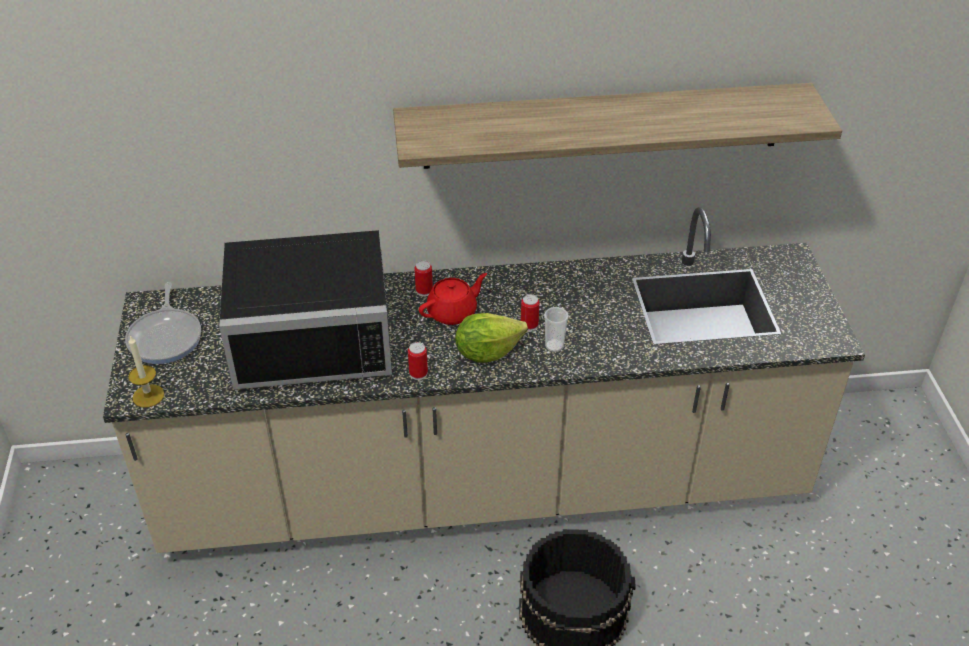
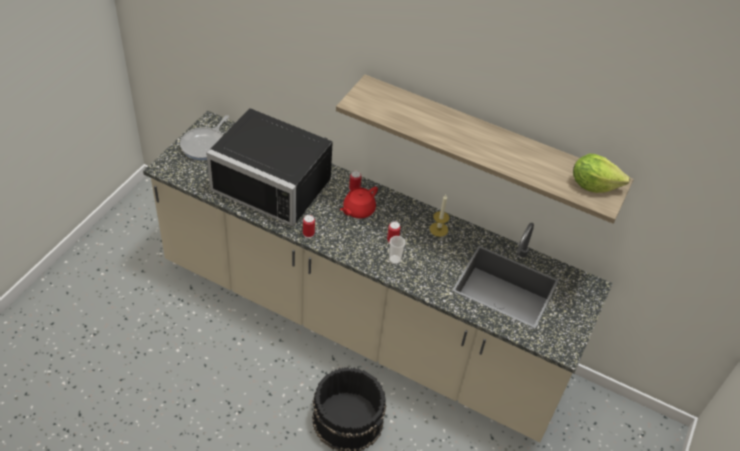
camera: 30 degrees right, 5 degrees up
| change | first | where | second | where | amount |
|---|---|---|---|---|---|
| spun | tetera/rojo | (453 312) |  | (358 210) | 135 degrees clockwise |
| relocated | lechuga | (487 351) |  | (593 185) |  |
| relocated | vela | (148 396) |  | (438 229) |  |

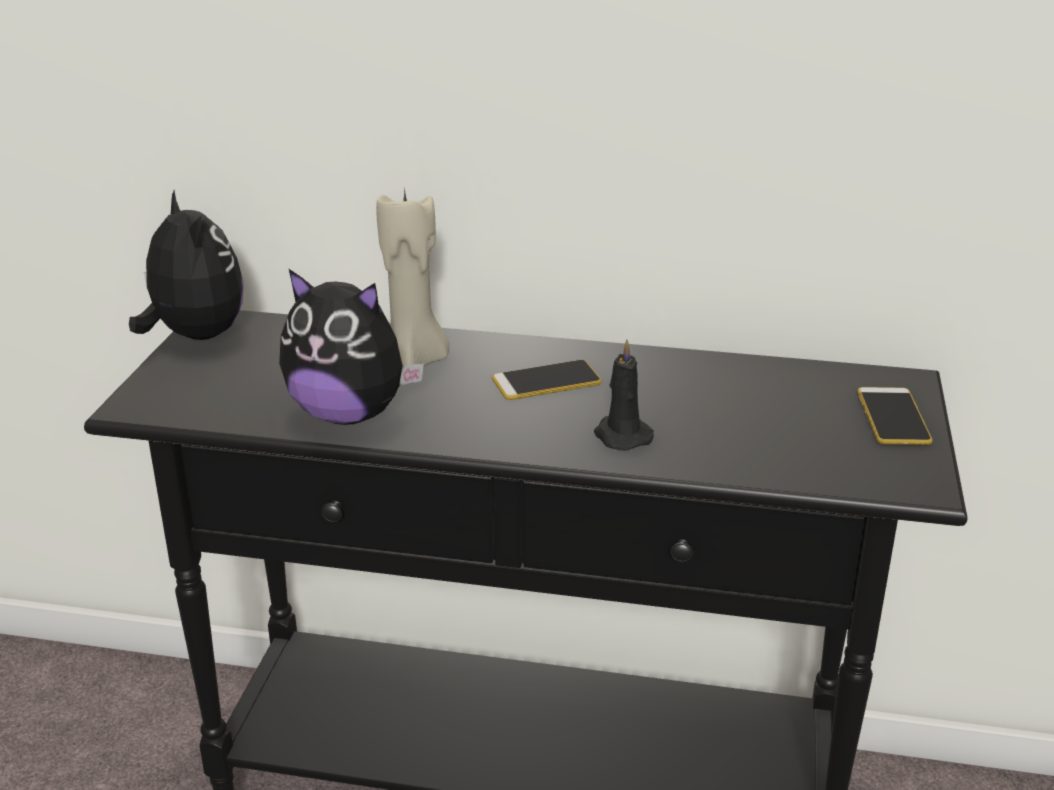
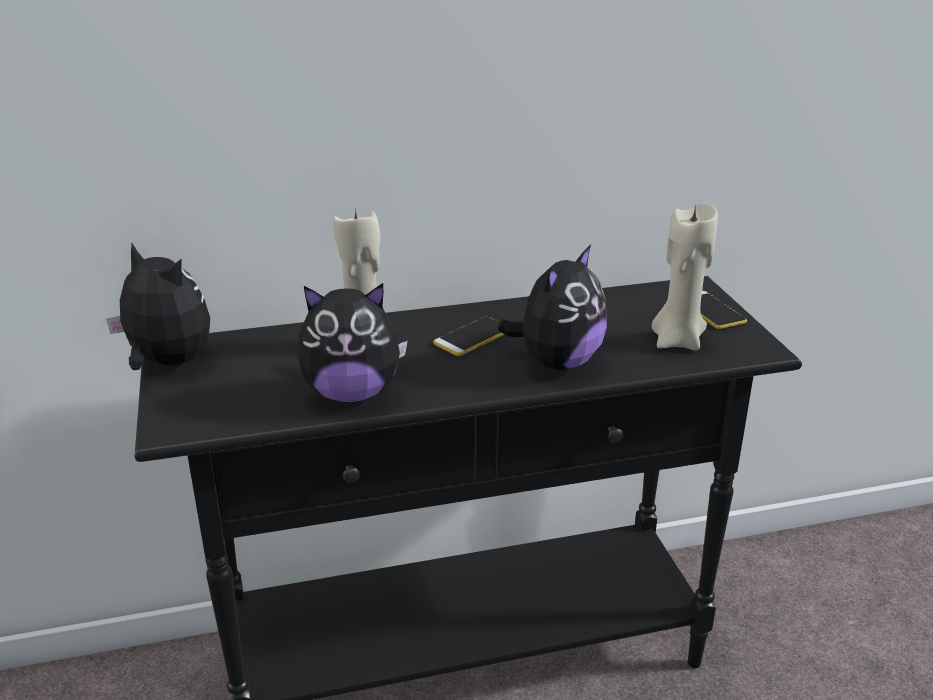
camera: 25 degrees left, 0 degrees up
| change | first | where | second | where | amount |
|---|---|---|---|---|---|
| exchanged | vela/negro | (621 435) | peluche | (557 362) |  |
| appeared |  |  | vela/beis | (677 341) |  |

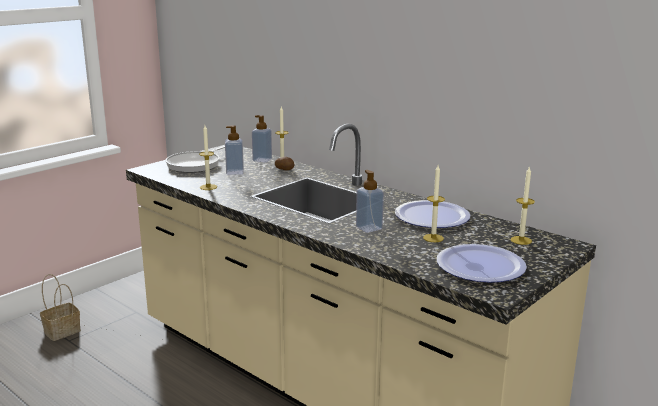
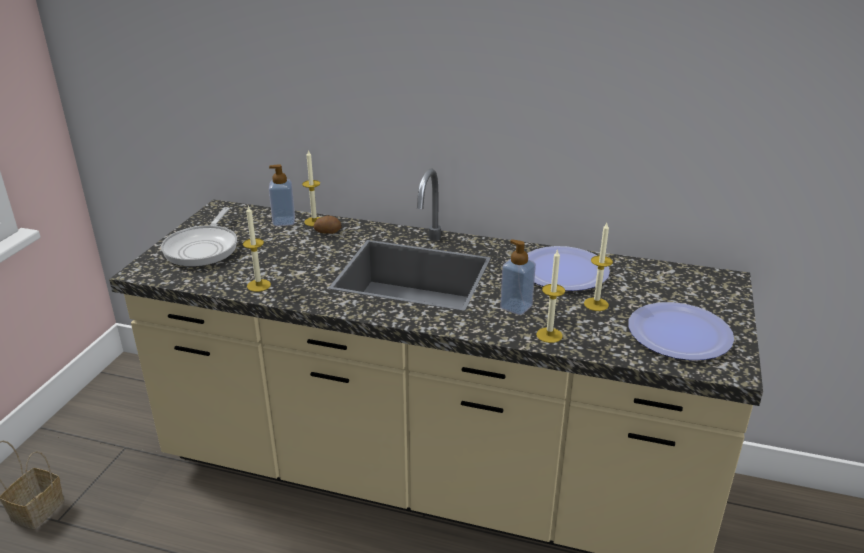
camera: 25 degrees left, 10 degrees up
| change | first | where | second | where | amount |
|---|---|---|---|---|---|
| missing | dispensador de jabón | (235 172) |  |  |  |
| relocated | vela | (521 240) |  | (549 335) |  |

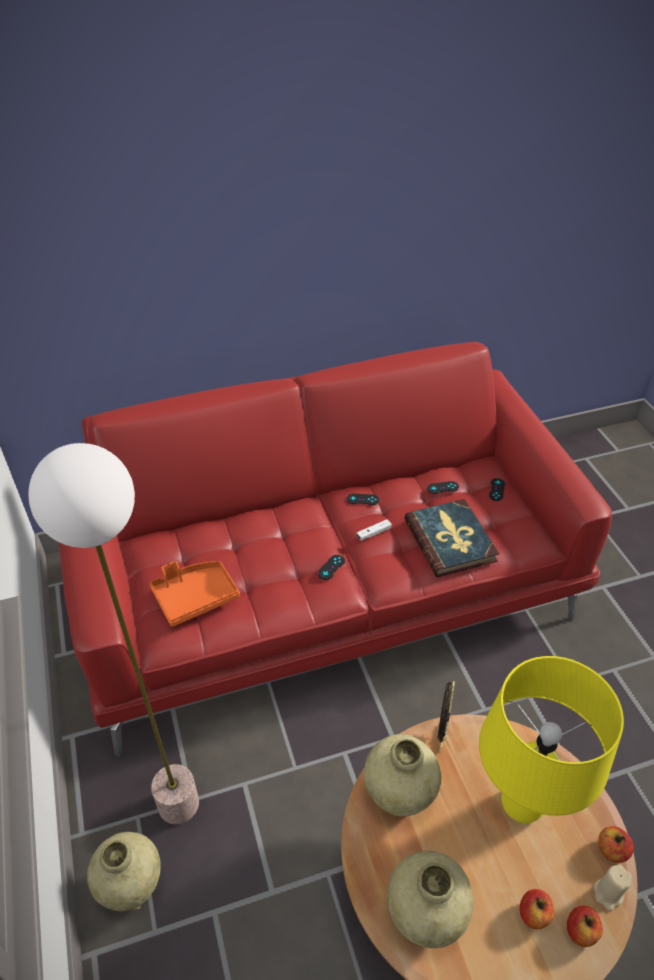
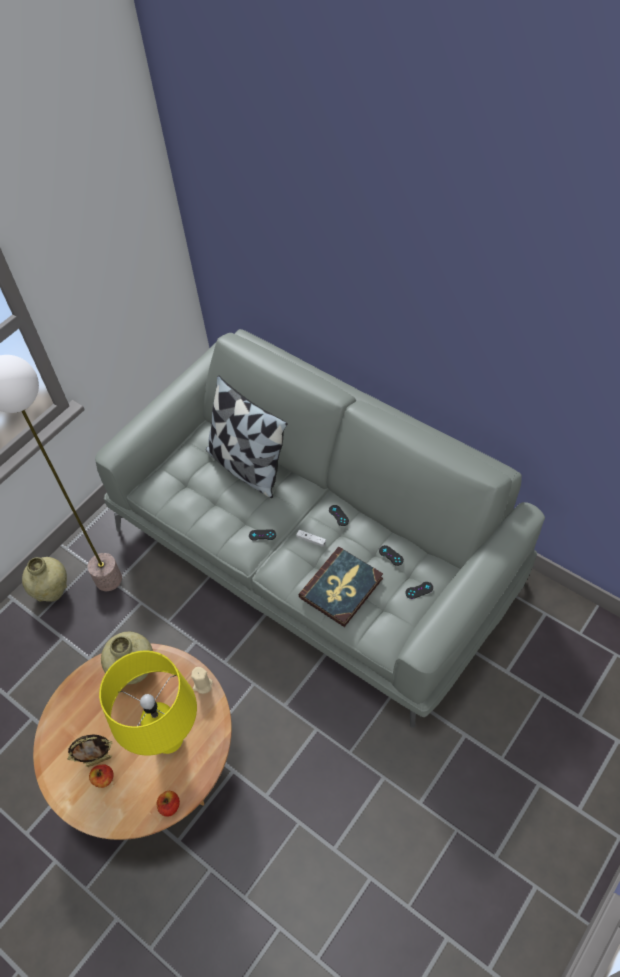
camera: 60 degrees right, 10 degrees up
| change | first | where | second | where | amount |
|---|---|---|---|---|---|
| colour | sofá/rojo | (326 584) | sofá/gris | (316 552) |  |
| missing | bandeja/naranja | (195 597) |  |  |  |
| relocated | portarretratos | (440 736) |  | (99 760) |  |
| missing | florero/beis | (425 916) |  |  |  |
| relocated | vela/beis | (608 893) |  | (202 685) |  |
| missing | manzana | (581 931) |  |  |  |
| appeared |  |  | cojín | (247 466) |  |

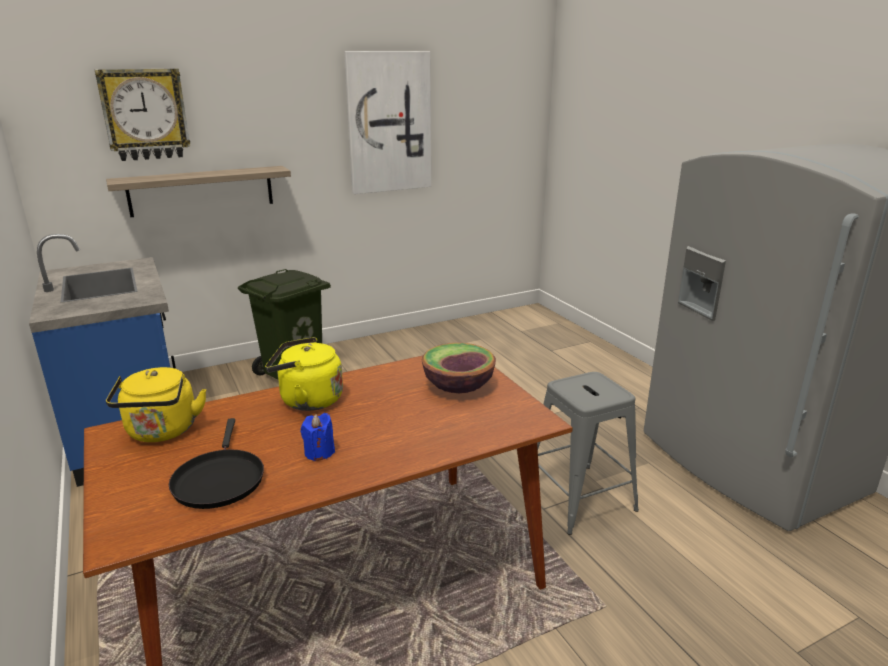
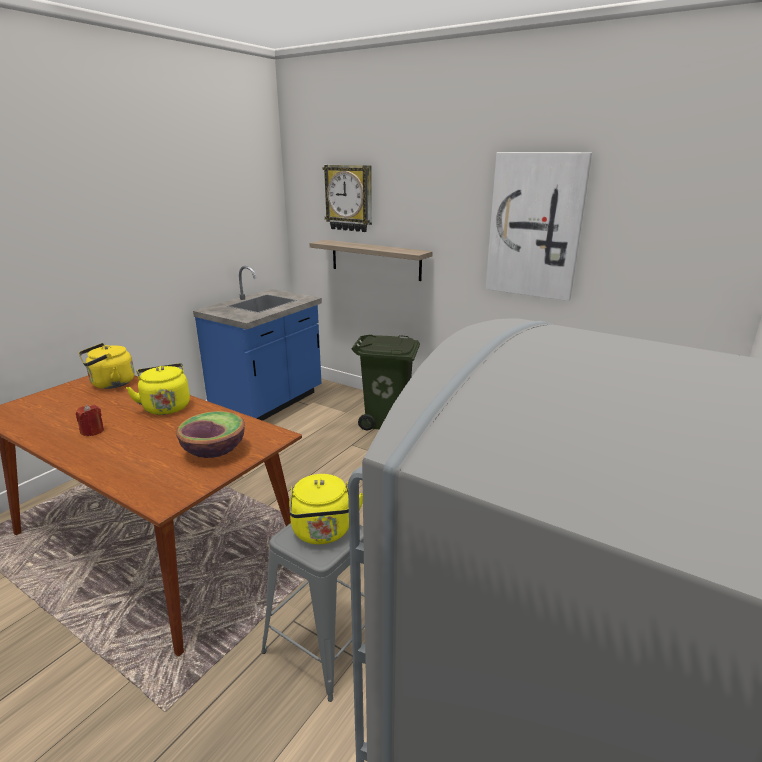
camera: 60 degrees right, 0 degrees up
| change | first | where | second | where | amount |
|---|---|---|---|---|---|
| colour | vela/azul | (319 452) | vela/rojo | (92 431) |  |
| missing | sartén/negro | (219 479) |  |  |  |
| appeared |  |  | hervidor/amarillo | (323 532) |  |

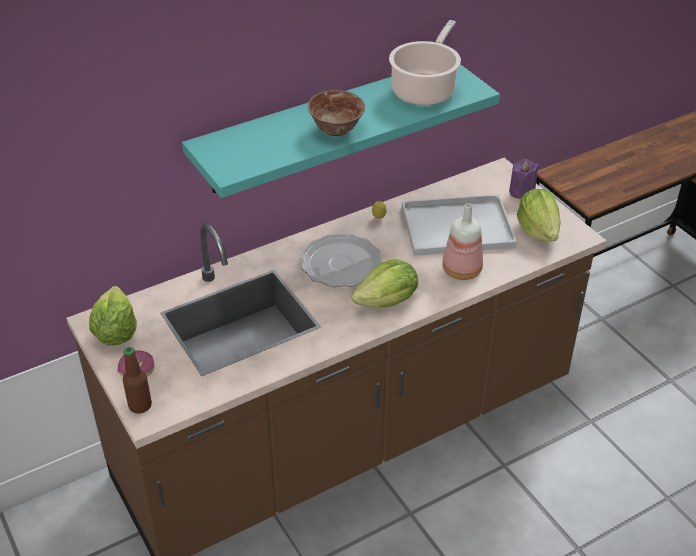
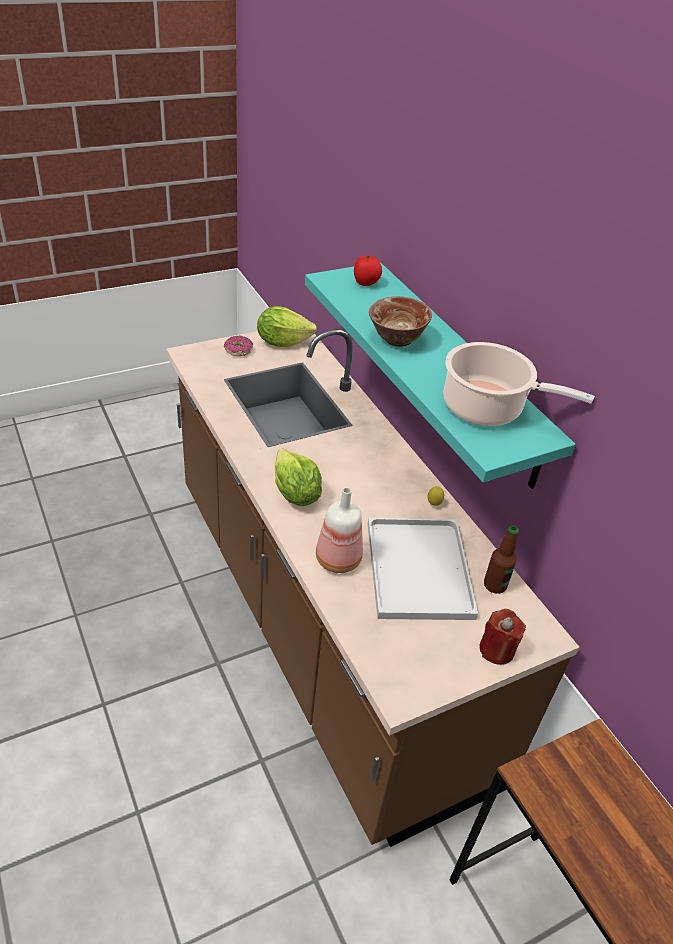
camera: 90 degrees right, 0 degrees up
| change | first | where | second | where | amount |
|---|---|---|---|---|---|
| colour | vela/morado | (522 192) | vela/rojo | (497 650) |  |
| missing | lechuga | (538 230) |  |  |  |
| missing | plato | (341 264) |  |  |  |
| relocated | botella | (140 405) |  | (495 585) |  |
| appeared |  |  | tomate | (366 283) |  |

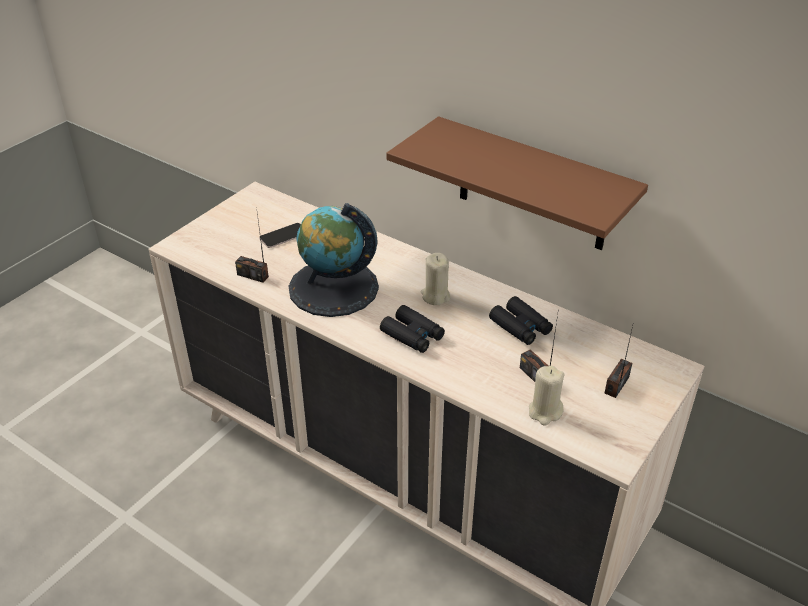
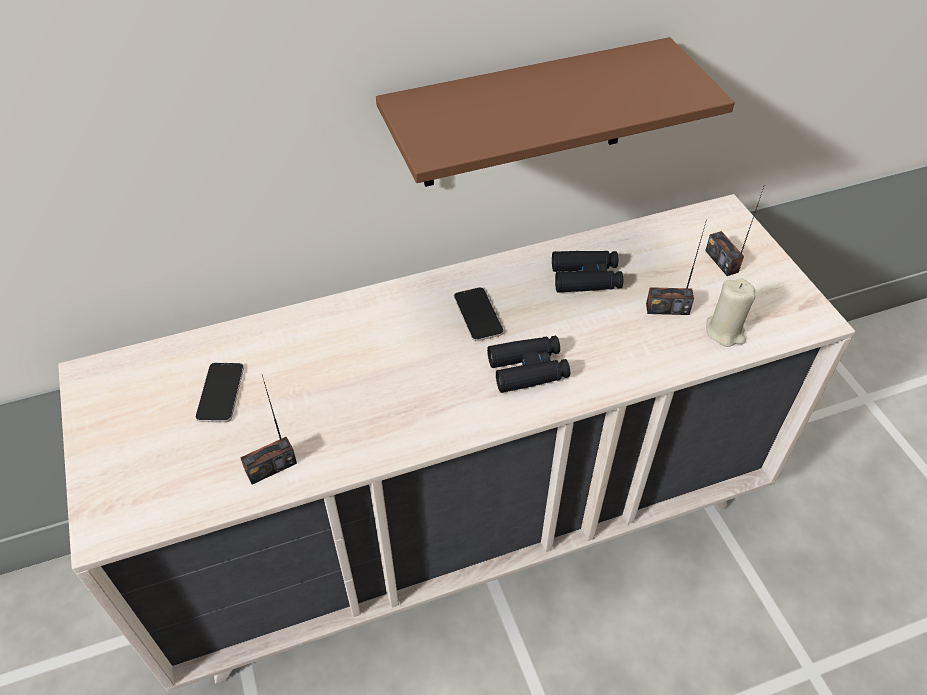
camera: 55 degrees left, 10 degrees up
| change | first | where | second | where | amount |
|---|---|---|---|---|---|
| missing | globo terráqueo | (333 288) |  |  |  |
| exchanged | vela/beis | (435 296) | móvil | (478 315) |  |

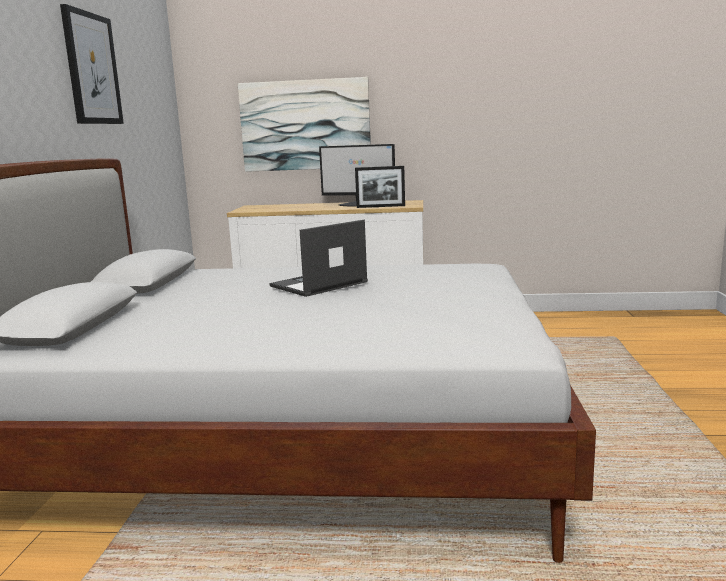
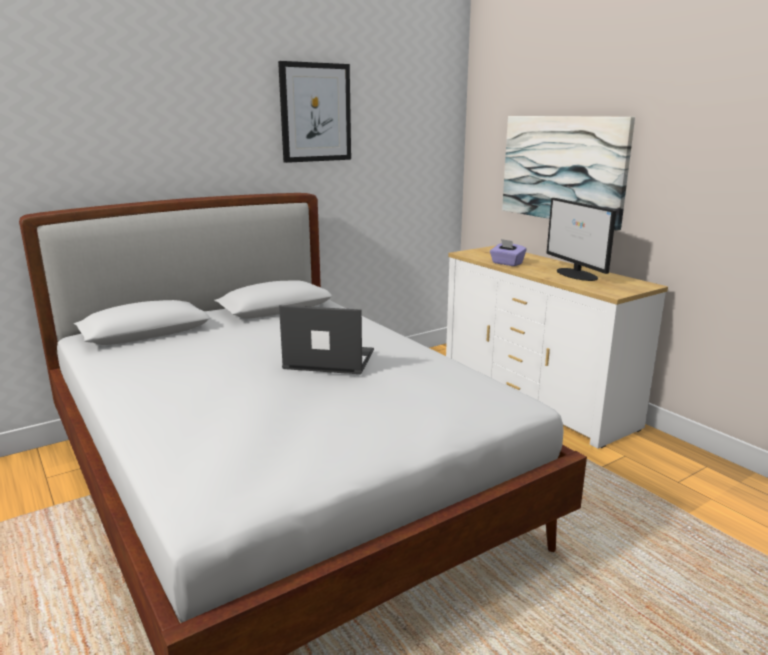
camera: 50 degrees right, 5 degrees up
| change | first | where | second | where | amount |
|---|---|---|---|---|---|
| missing | portarretratos | (380 206) |  |  |  |
| appeared |  |  | caja de pañuelos/morado | (506 263) |  |

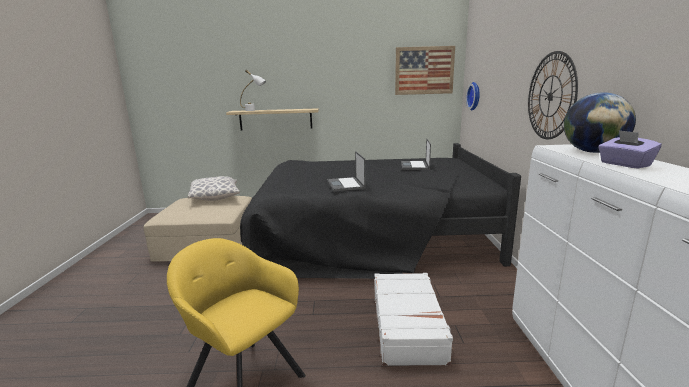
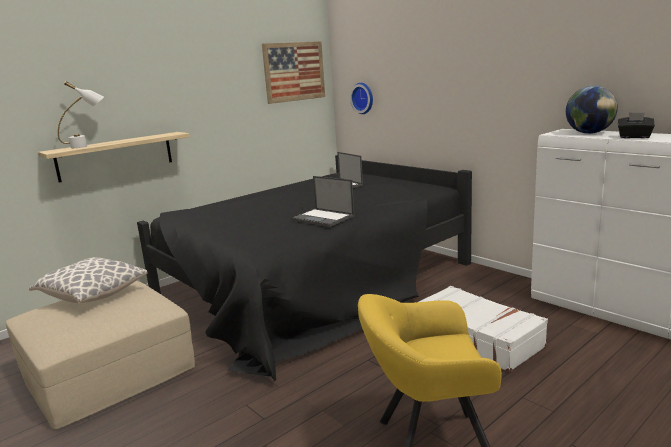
camera: 40 degrees left, 0 degrees up
| change | first | where | second | where | amount |
|---|---|---|---|---|---|
| missing | reloj de pared | (550 96) |  |  |  |
| colour | caja de pañuelos/morado | (624 164) | caja de pañuelos/negro | (634 137) |  |

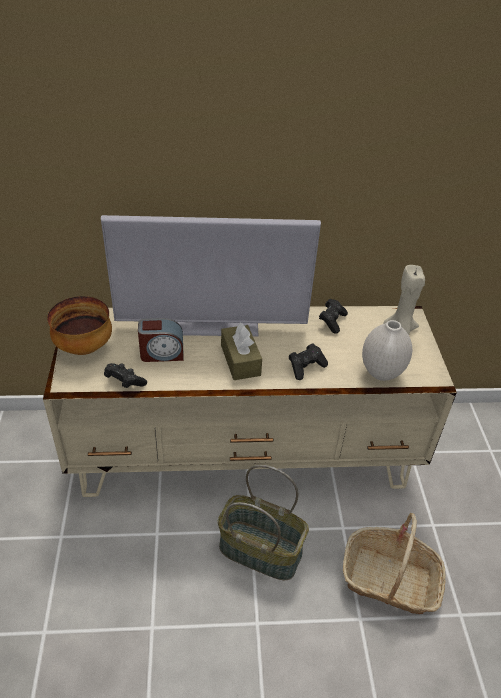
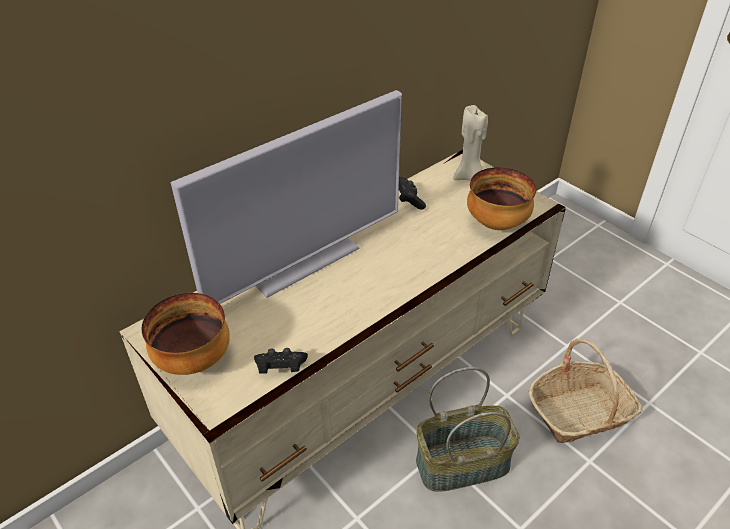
camera: 35 degrees left, 0 degrees up
| change | first | where | second | where | amount |
|---|---|---|---|---|---|
| missing | despertador | (162 353) |  |  |  |
| exchanged | florero/blanco | (381 374) | cuenco | (497 224) |  |
| missing | caja de pañuelos/marrón | (240 360) |  |  |  |
| missing | mando de consola/negro | (306 367) |  |  |  |

